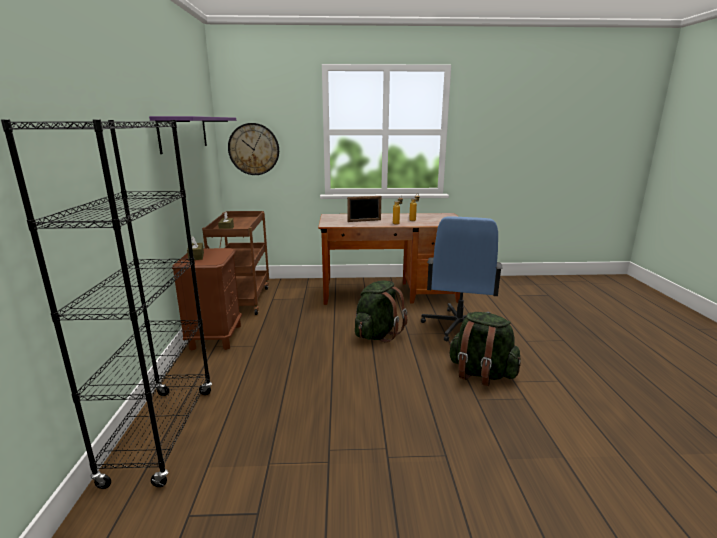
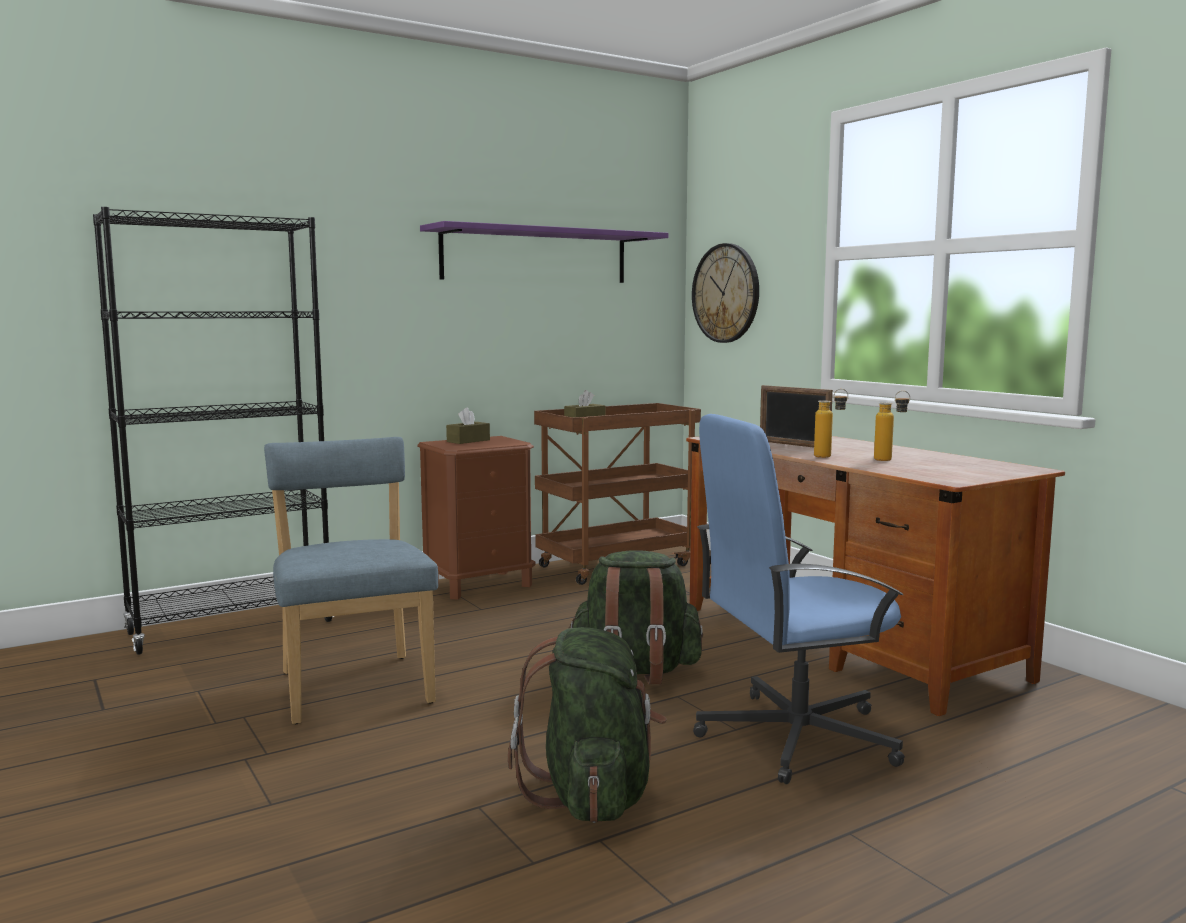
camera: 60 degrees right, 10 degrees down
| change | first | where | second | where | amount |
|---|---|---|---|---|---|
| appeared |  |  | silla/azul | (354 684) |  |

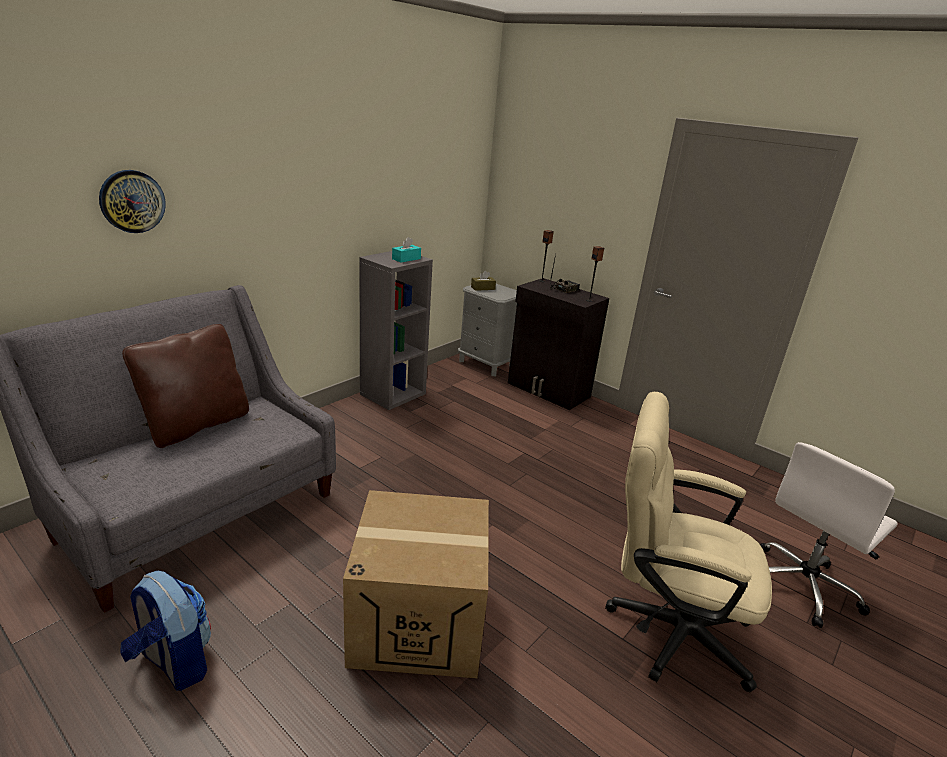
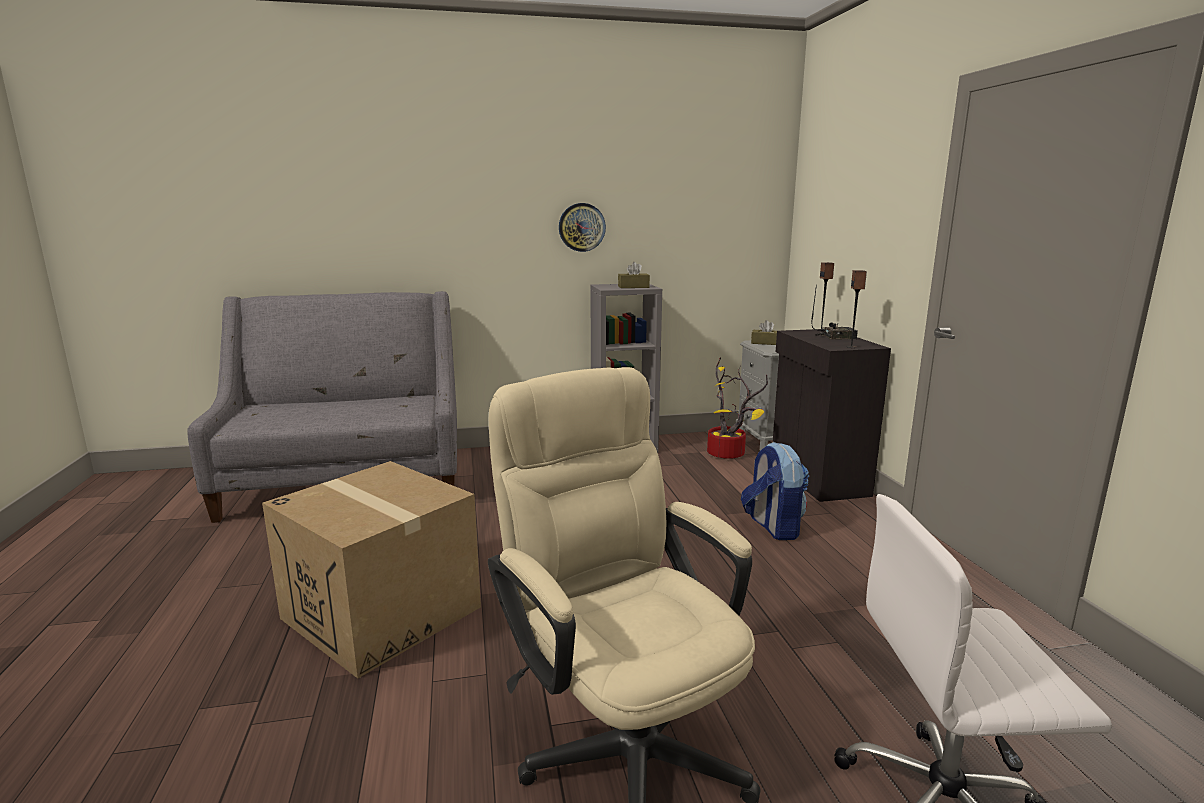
camera: 40 degrees right, 10 degrees down
| change | first | where | second | where | amount |
|---|---|---|---|---|---|
| relocated | reloj de pared | (132 201) |  | (581 227) |  |
| colour | caja de pañuelos/turquesa | (406 259) | caja de pañuelos/marrón | (633 287) |  |
| missing | cojín/marrón | (196 425) |  |  |  |
| relocated | mochila | (173 663) |  | (772 527) |  |
| appeared |  |  | planta en maceta | (729 454) |  |

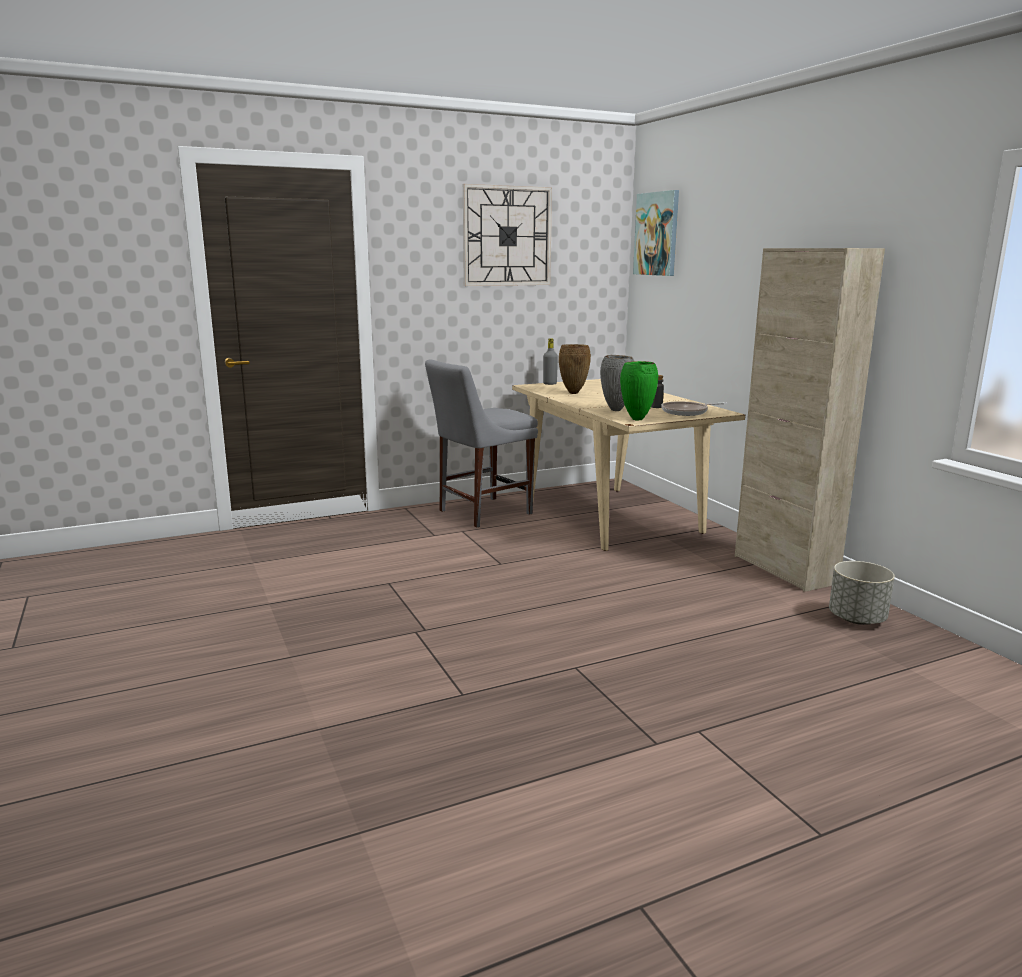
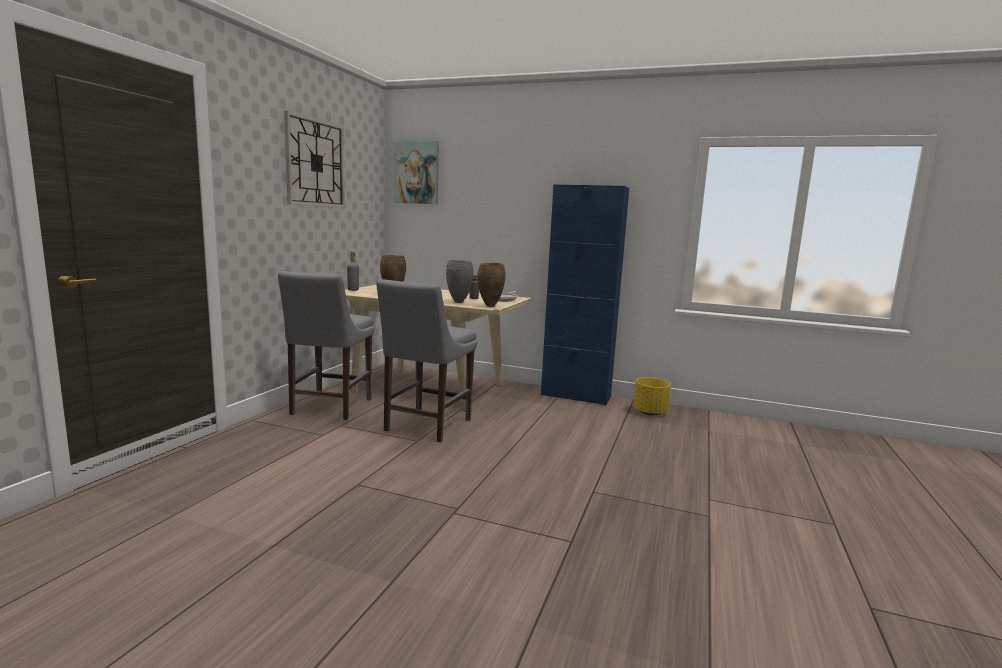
camera: 45 degrees left, 5 degrees down
| change | first | where | second | where | amount |
|---|---|---|---|---|---|
| colour | armario/beis | (784 569) | armario/azul | (575 396) |  |
| colour | florero/verde | (636 419) | florero/marrón | (489 306) |  |
| colour | maceta/gris | (856 619) | maceta/amarillo | (649 412) |  |
| appeared |  |  | silla/gris | (425 426) |  |

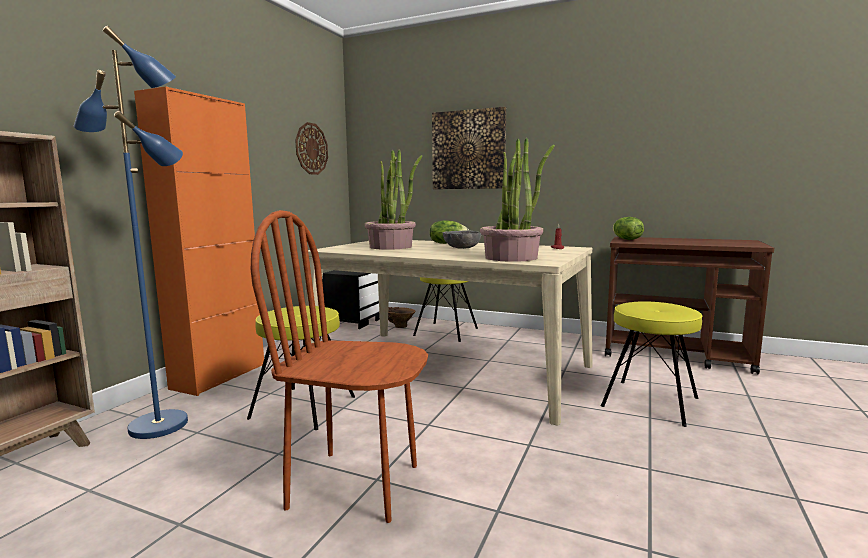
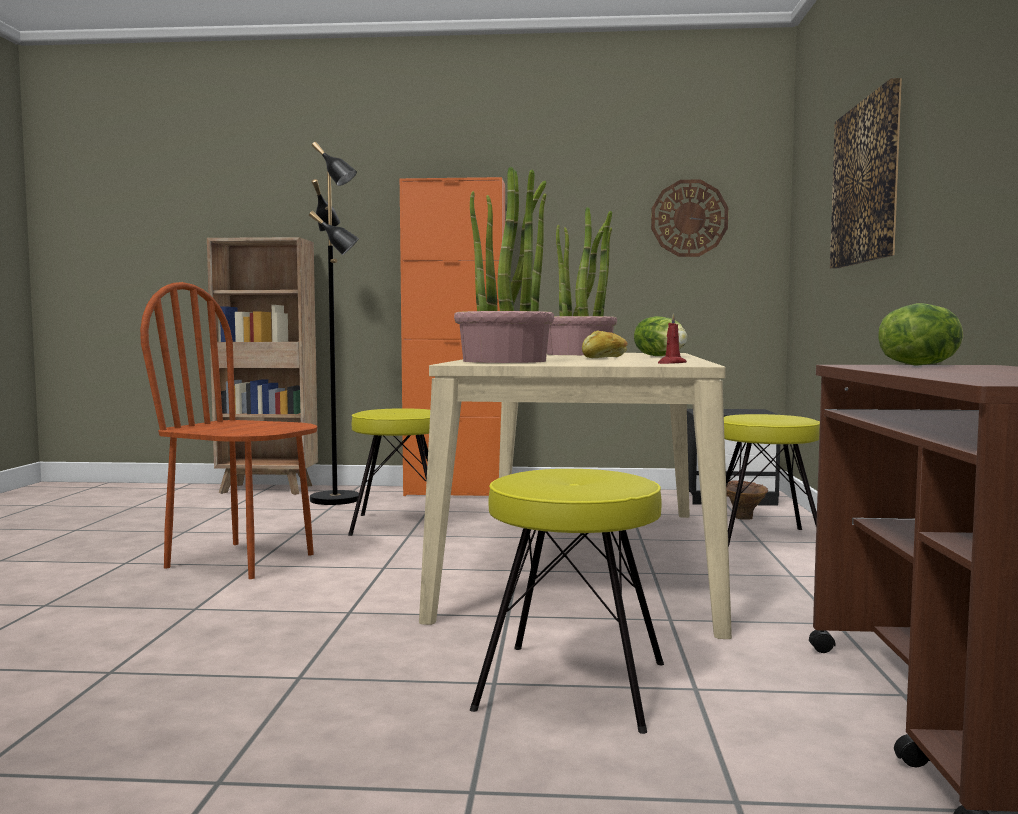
camera: 70 degrees right, 5 degrees down
| change | first | where | second | where | amount |
|---|---|---|---|---|---|
| colour | lámpara de pie/azul | (160 425) | lámpara de pie/negro | (337 499) |  |
| spun | silla/marrón | (355 485) |  | (241 560) | 60 degrees counterclockwise |
| exchanged | cuenco/gris | (461 248) | pan | (605 357) |  |

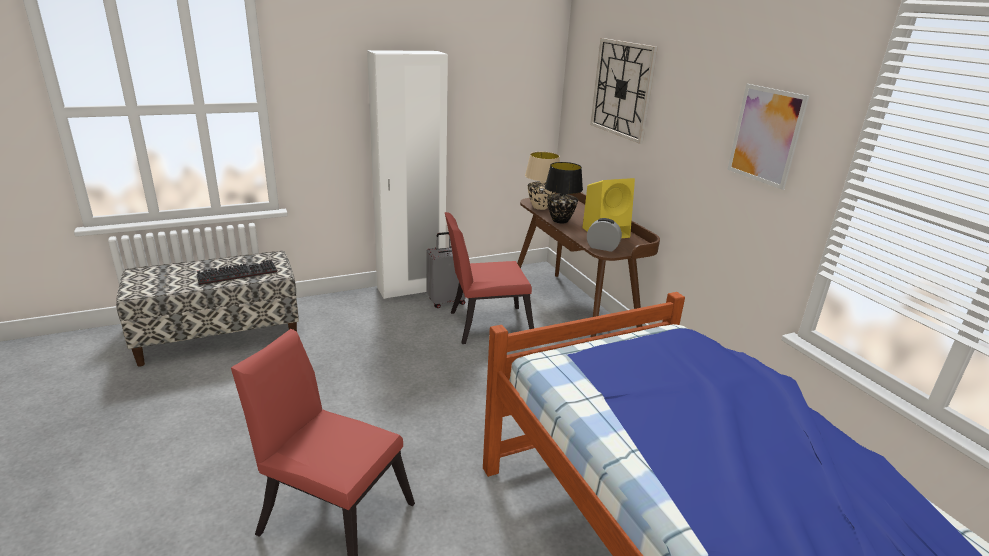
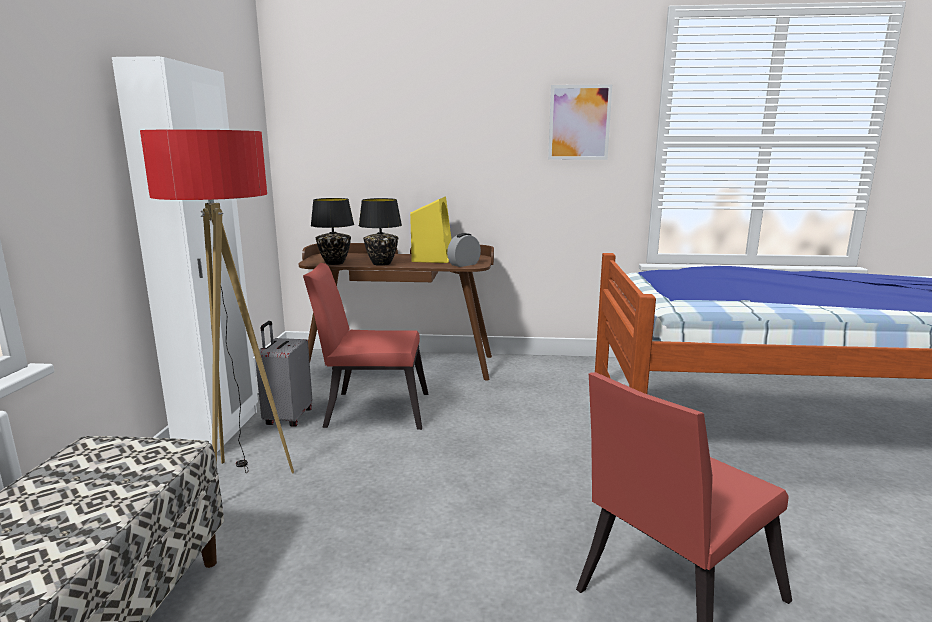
camera: 60 degrees left, 10 degrees down
| change | first | where | second | where | amount |
|---|---|---|---|---|---|
| missing | reloj de pared | (622 89) |  |  |  |
| colour | lámpara de mesa/beis | (539 207) | lámpara de mesa/negro | (334 263) |  |
| spun | silla/rojo | (485 325) |  | (371 409) | 75 degrees clockwise |
| missing | teclado | (238 273) |  |  |  |
| appeared |  |  | lámpara de pie | (244 479) |  |

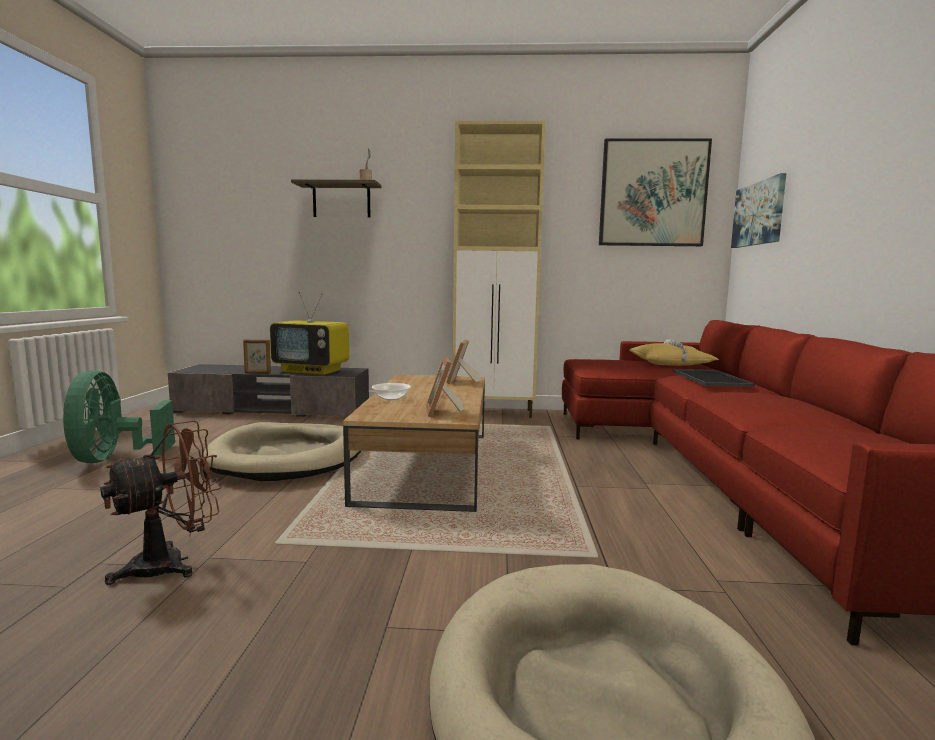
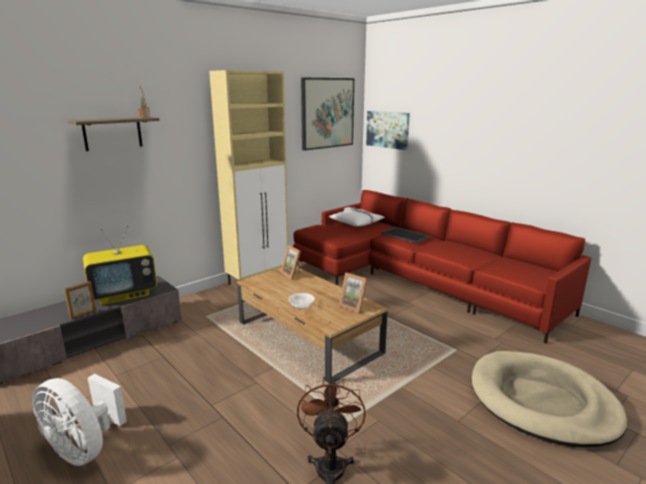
camera: 45 degrees left, 10 degrees up
| change | first | where | second | where | amount |
|---|---|---|---|---|---|
| colour | cojín/amarillo | (670 363) | cojín/blanco | (356 222) |  |
| colour | ventilador/verde | (113 459) | ventilador/blanco | (84 448) |  |
| missing | cama para perro/beis | (288 457) |  |  |  |

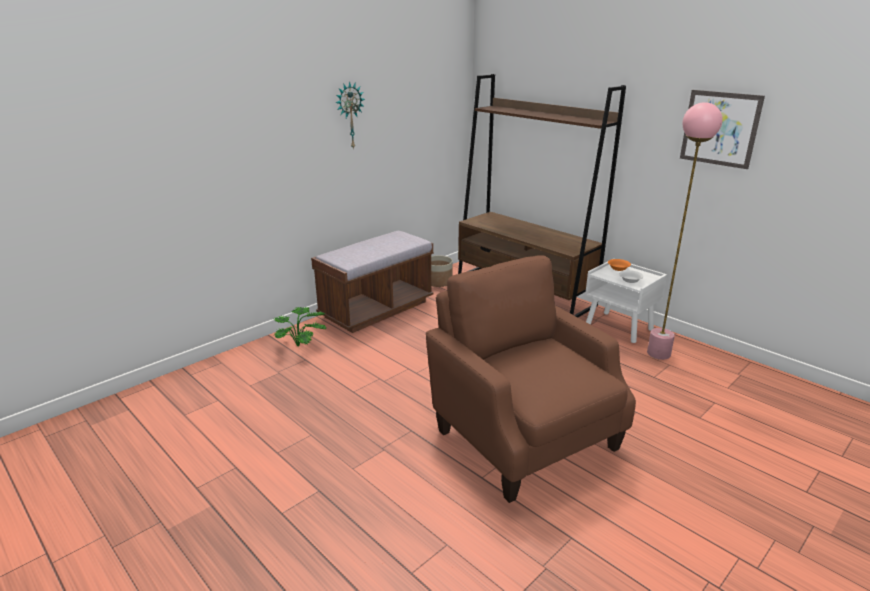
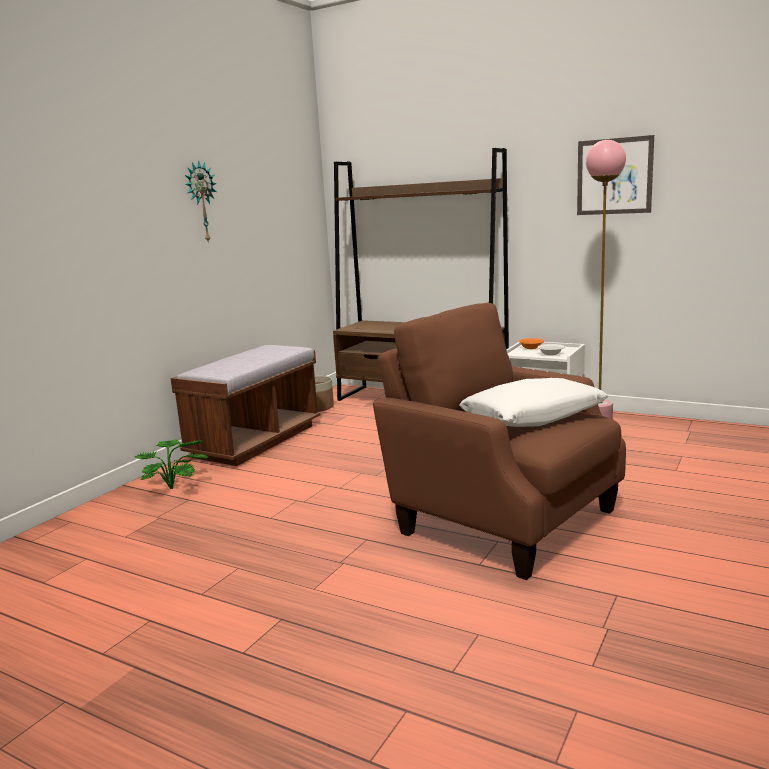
camera: 15 degrees left, 10 degrees down
| change | first | where | second | where | amount |
|---|---|---|---|---|---|
| appeared |  |  | cojín/blanco | (533 416) |  |

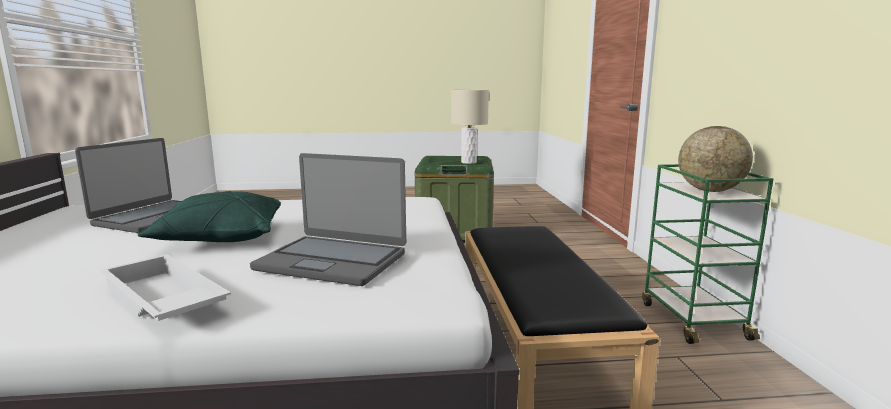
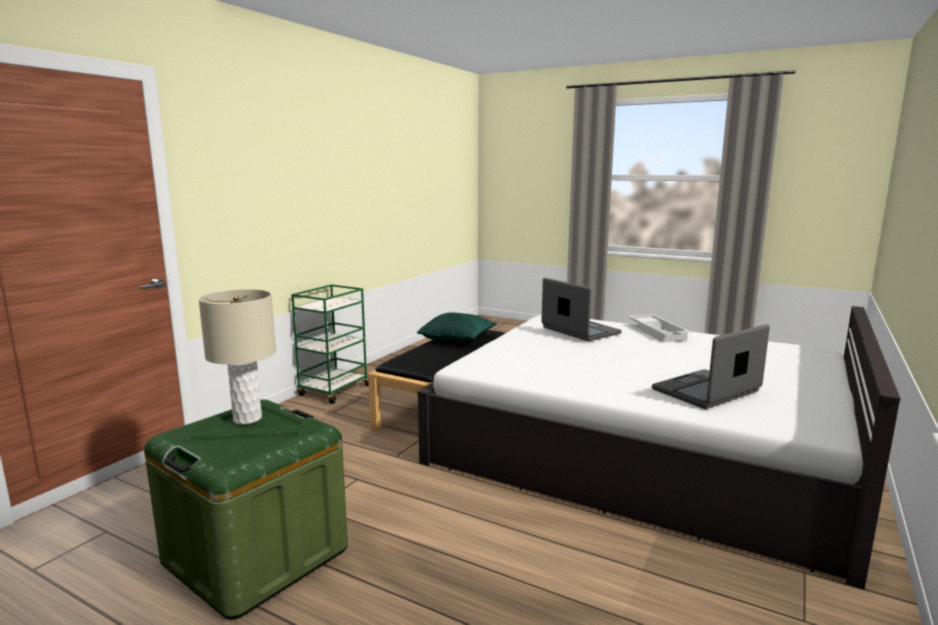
camera: 145 degrees left, 0 degrees up
| change | first | where | second | where | amount |
|---|---|---|---|---|---|
| missing | globo terráqueo | (710 191) |  |  |  |
| relocated | cojín/verde | (221 238) |  | (458 339) |  |

